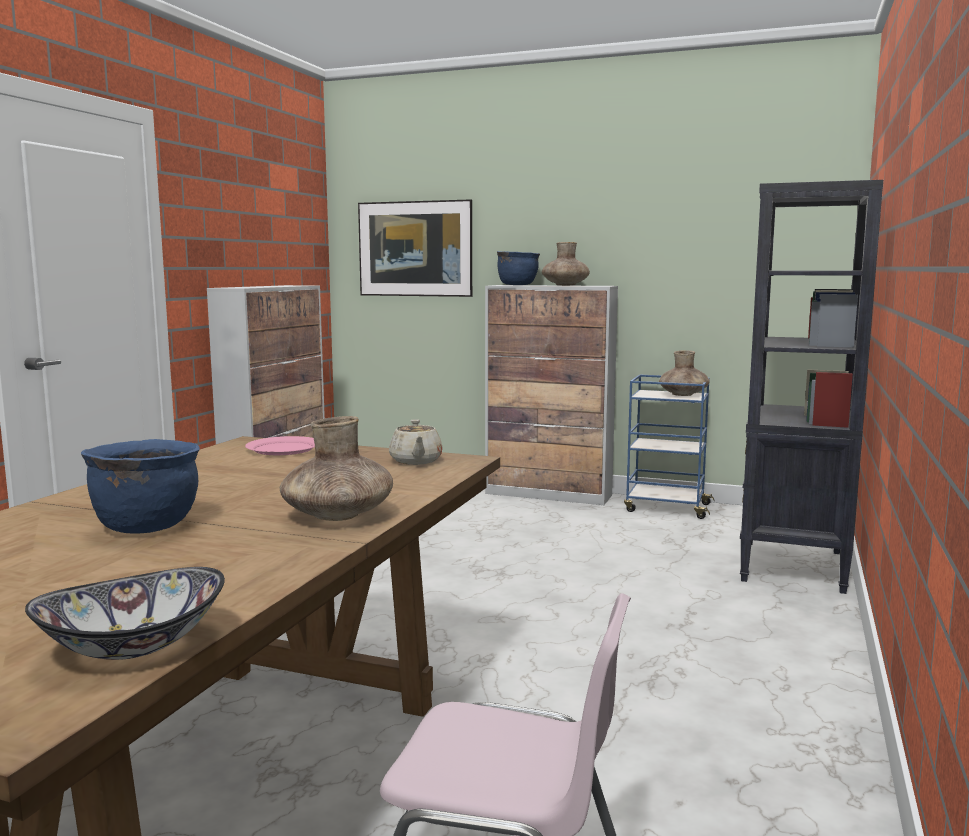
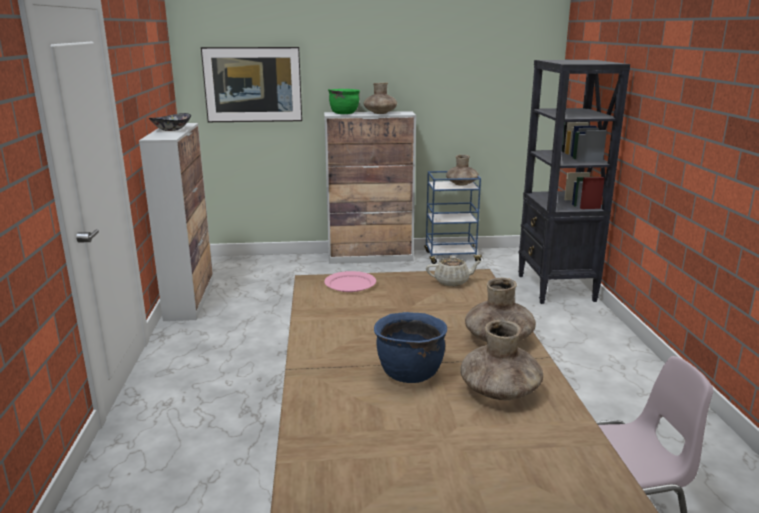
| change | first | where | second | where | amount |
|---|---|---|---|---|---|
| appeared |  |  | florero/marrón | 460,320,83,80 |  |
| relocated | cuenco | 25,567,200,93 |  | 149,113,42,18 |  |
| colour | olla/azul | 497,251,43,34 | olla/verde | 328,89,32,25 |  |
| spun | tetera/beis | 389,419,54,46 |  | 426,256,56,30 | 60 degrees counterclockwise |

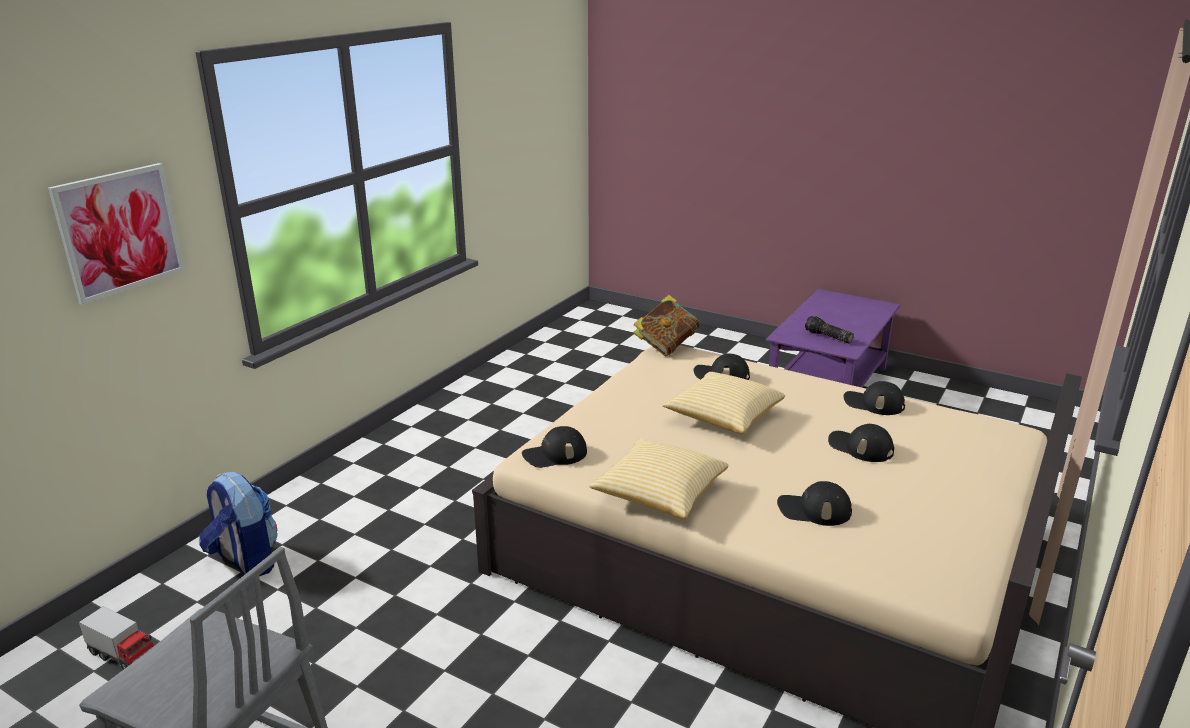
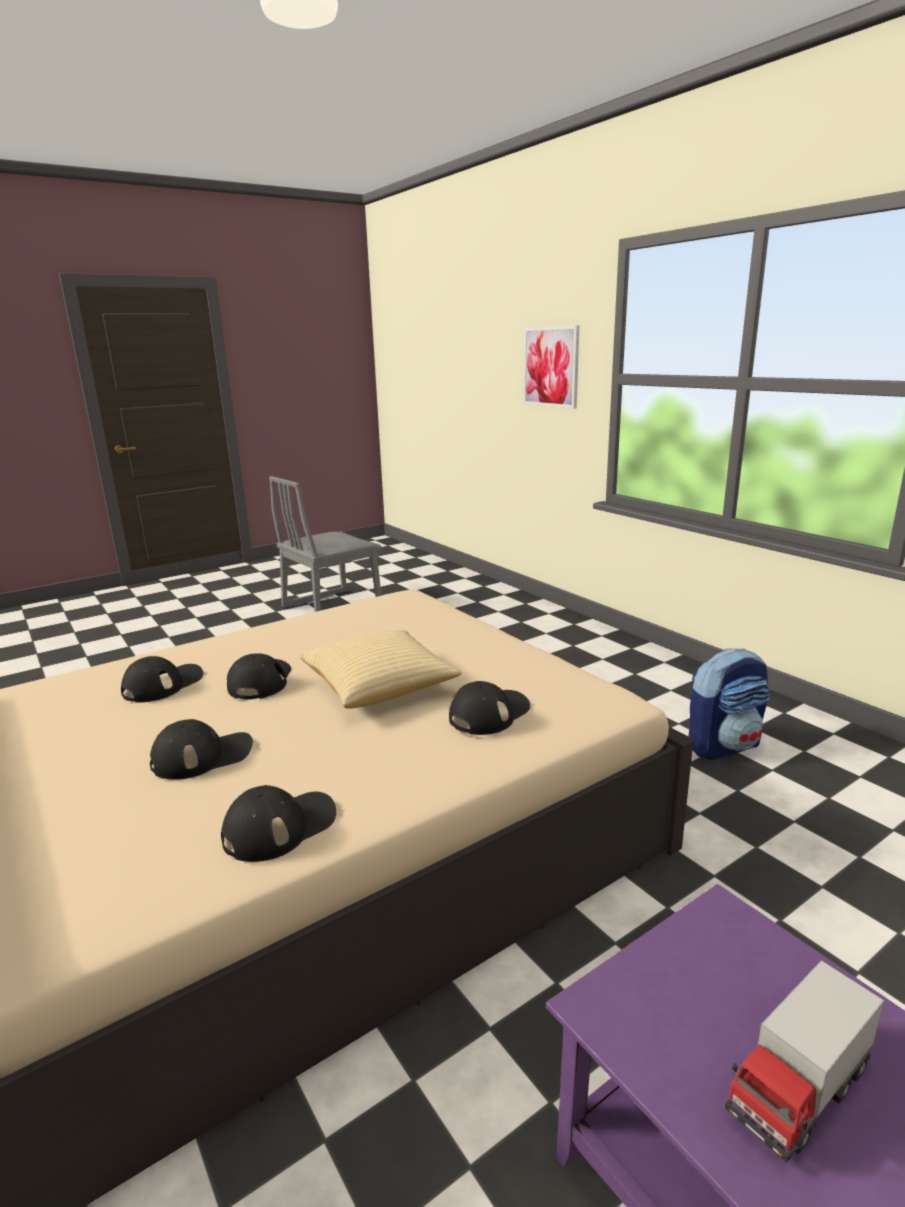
| change | first | where | second | where | amount |
|---|---|---|---|---|---|
| missing | cojín | 589,438,139,81 |  |  |  |
| missing | libro | 633,295,67,61 |  |  |  |
| missing | linterna | 805,316,49,27 |  |  |  |
| relocated | camión de juguete | 79,606,75,63 |  | 725,960,159,203 |  |
| relocated | mochila | 199,472,79,104 |  | 688,648,82,112 |  |
| relocated | gorra/negro | 522,426,65,42 |  | 227,653,64,47 |  |

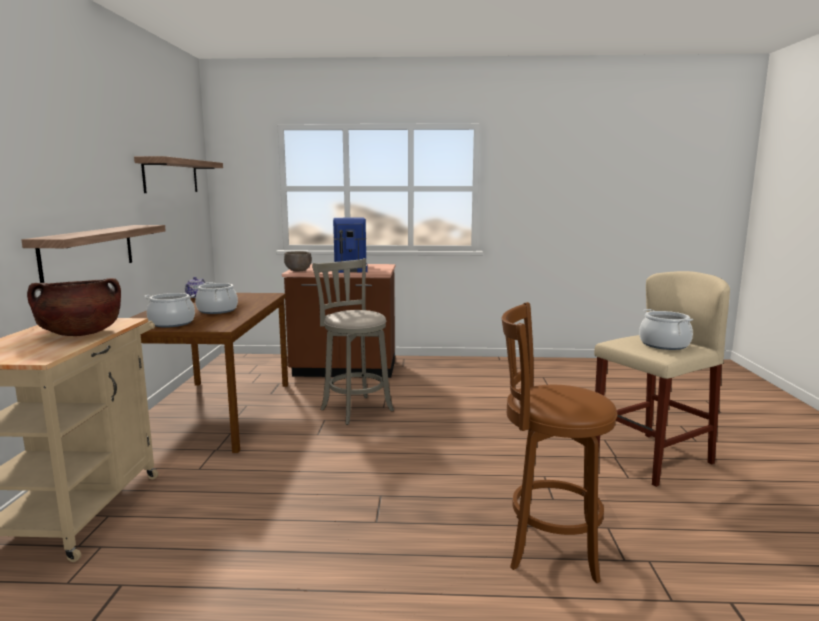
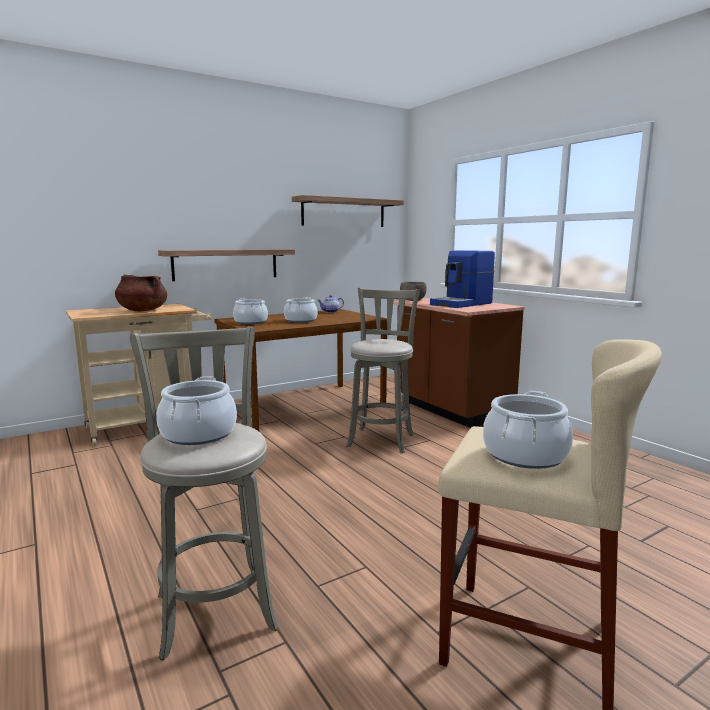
| change | first | where | second | where | amount |
|---|---|---|---|---|---|
| appeared |  |  | olla | 156,376,81,69 |  |
| colour | taburete/marrón | 502,302,115,281 | taburete/gris | 130,326,149,334 |  |

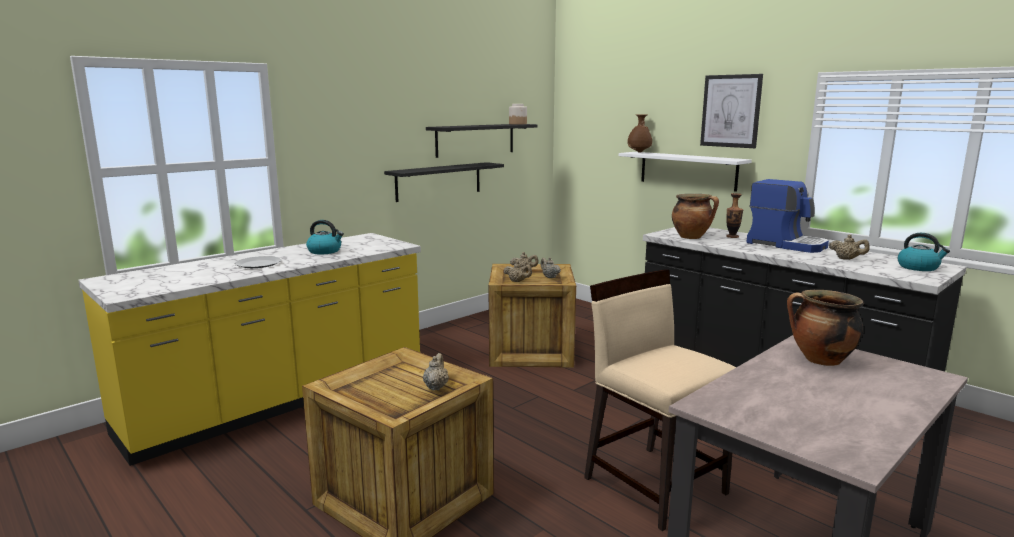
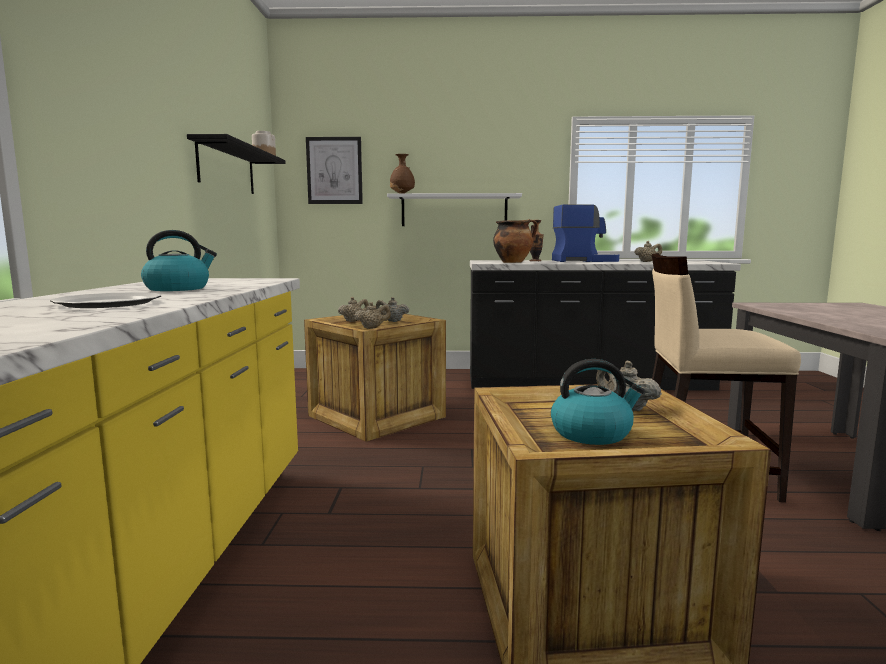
| change | first | where | second | where | amount |
|---|---|---|---|---|---|
| missing | estante/negro | 384,162,120,40 |  |  |  |
| missing | olla | 787,290,77,76 |  |  |  |
| relocated | cuadro | 700,74,63,74 |  | 306,137,57,67 |  |
| relocated | hervidor | 898,233,52,38 |  | 551,359,94,86 |  |

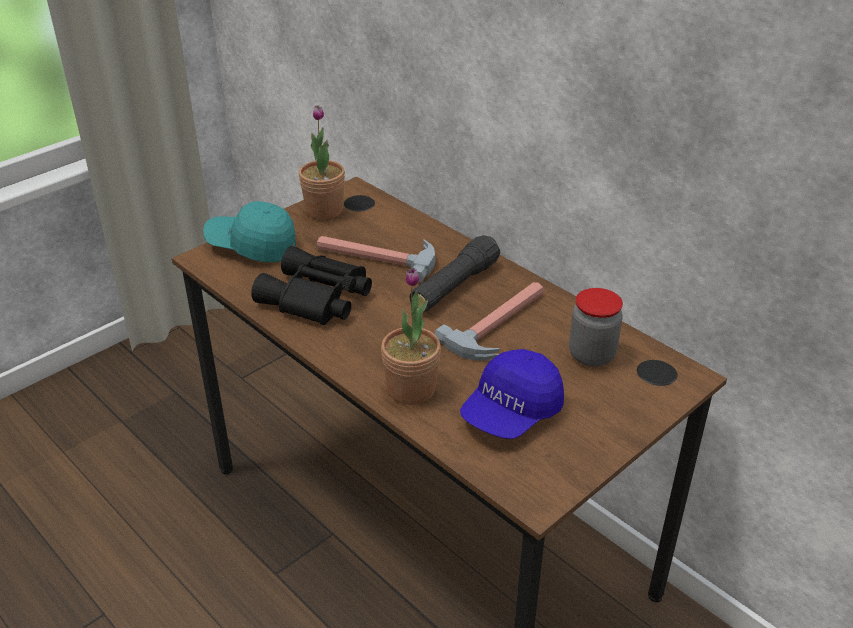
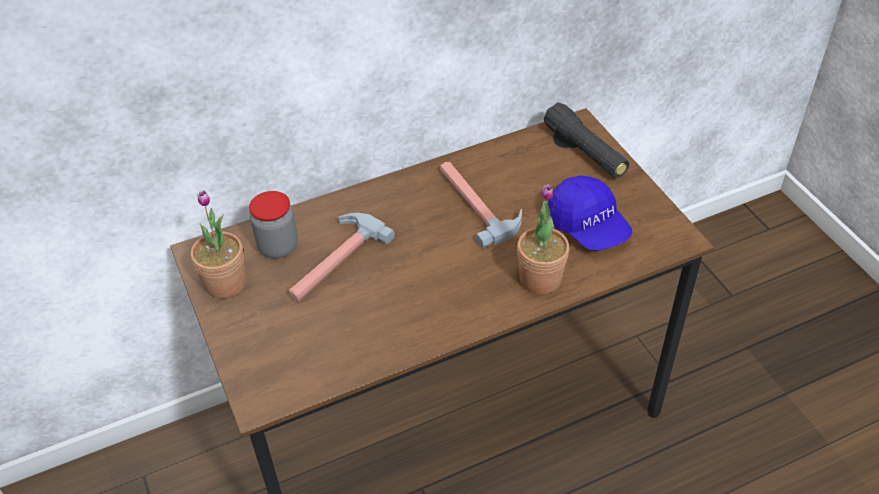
| change | first | where | second | where | amount |
|---|---|---|---|---|---|
| missing | gorra/turquesa | 203,201,93,61 |  |  |  |
| missing | prismáticos/negro | 251,246,121,79 |  |  |  |
| relocated | linterna/negro | 409,235,91,77 |  | 544,103,85,75 |  |
| relocated | tarro | 569,288,54,79 |  | 249,191,49,67 |  |

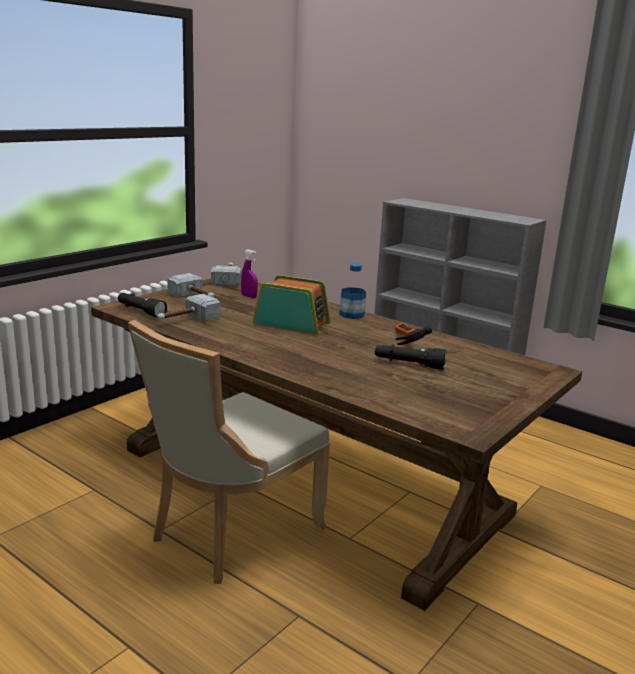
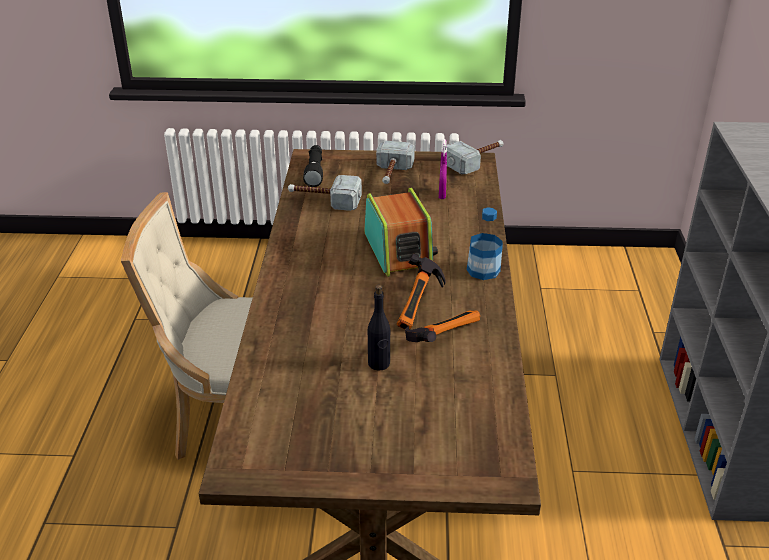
| change | first | where | second | where | amount |
|---|---|---|---|---|---|
| appeared |  |  | martillo | 397,253,49,76 |  |
| exchanged | linterna/negro | 375,344,71,26 | botella/negro | 368,285,22,85 |  |

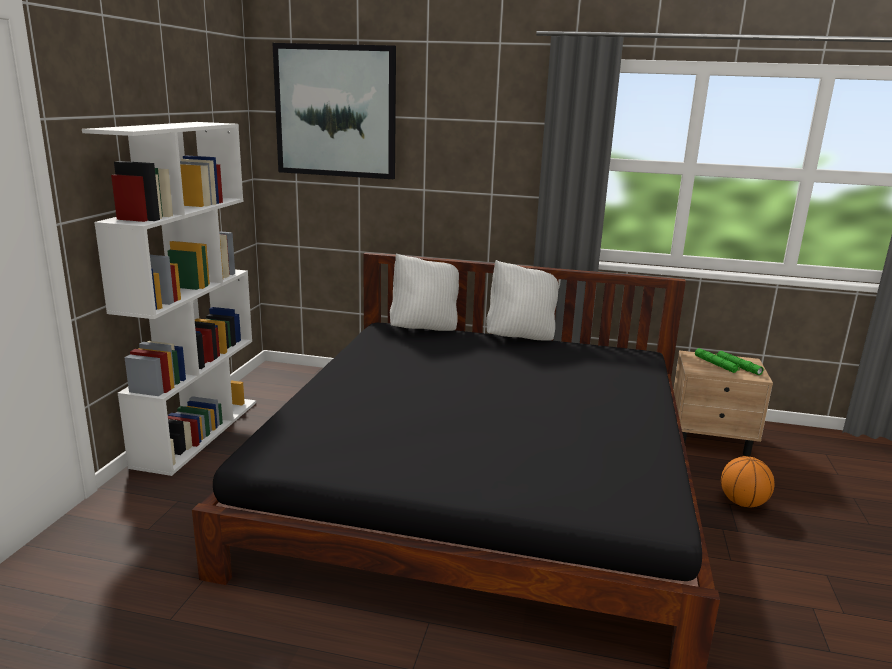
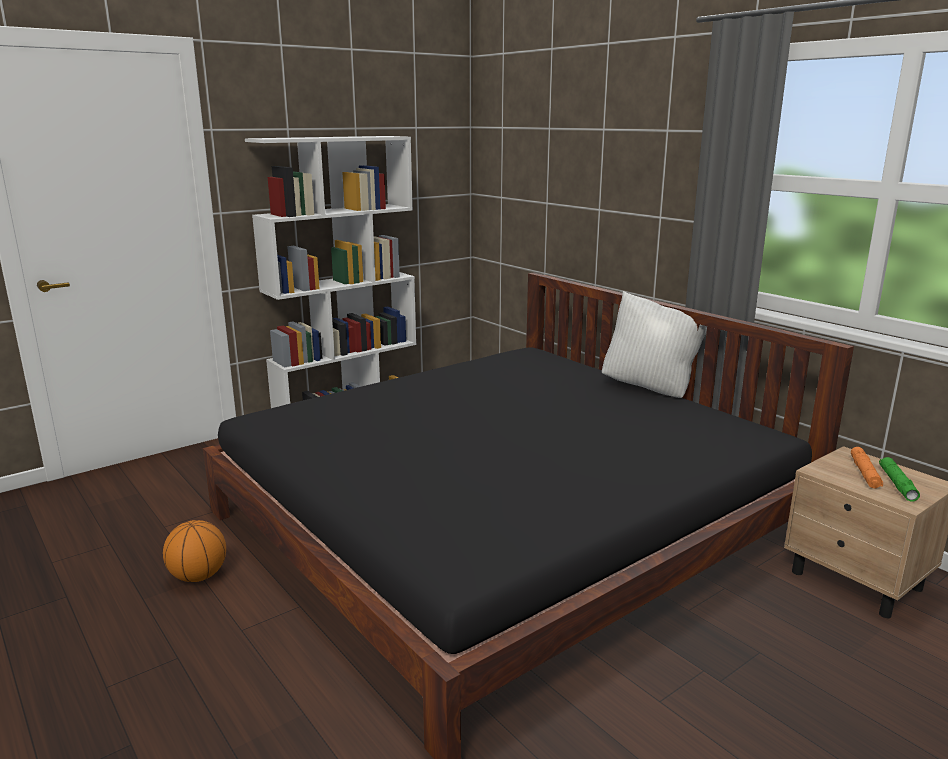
| change | first | where | second | where | amount |
|---|---|---|---|---|---|
| missing | cuadro | 272,43,124,136 |  |  |  |
| missing | cojín/blanco | 390,253,69,78 |  |  |  |
| relocated | balón de baloncesto | 721,456,54,51 |  | 163,520,63,62 |  |
| colour | linterna/verde | 695,348,45,25 | linterna/naranja | 851,447,32,41 |  |

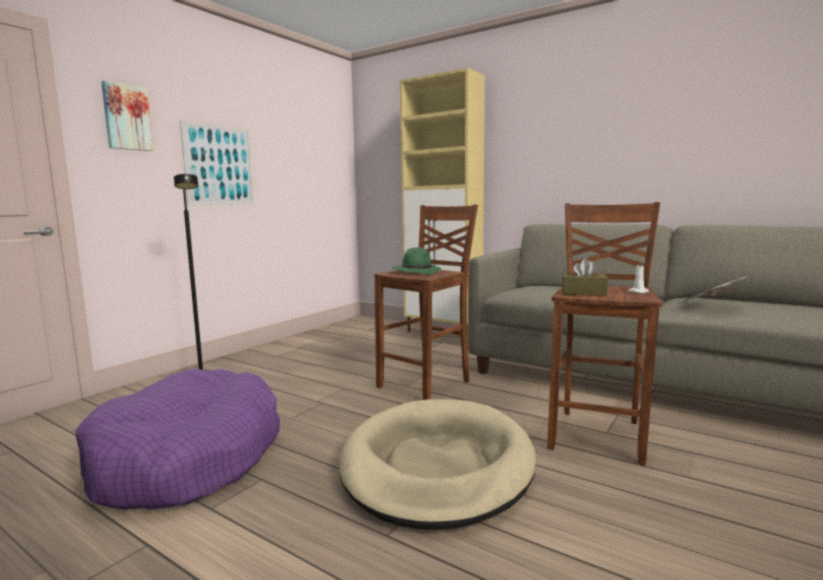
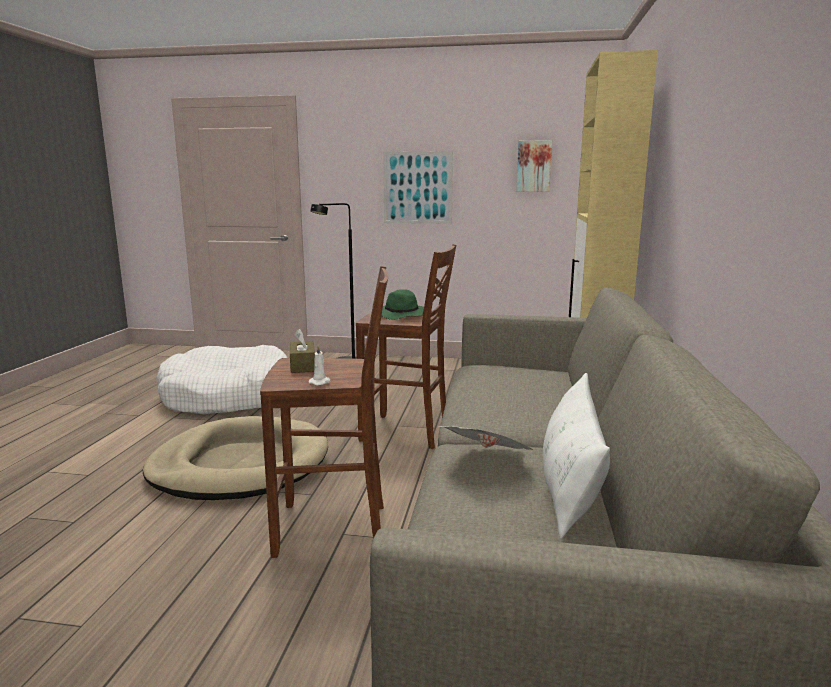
| change | first | where | second | where | amount |
|---|---|---|---|---|---|
| appeared |  |  | cojín/blanco | 543,373,67,166 |  |
| relocated | cuadro | 101,80,52,71 |  | 516,140,36,52 |  |
| colour | cama para perro/morado | 75,368,205,142 | cama para perro/blanco | 156,345,131,70 |  |

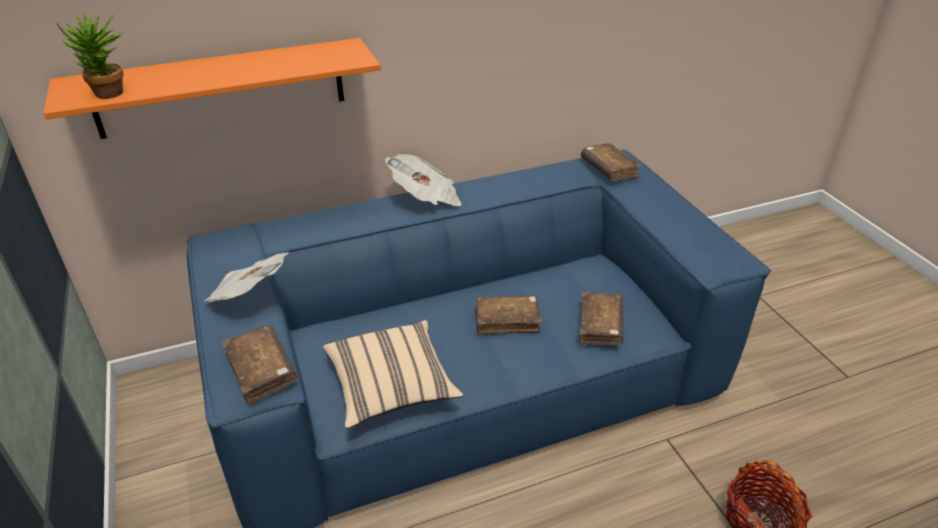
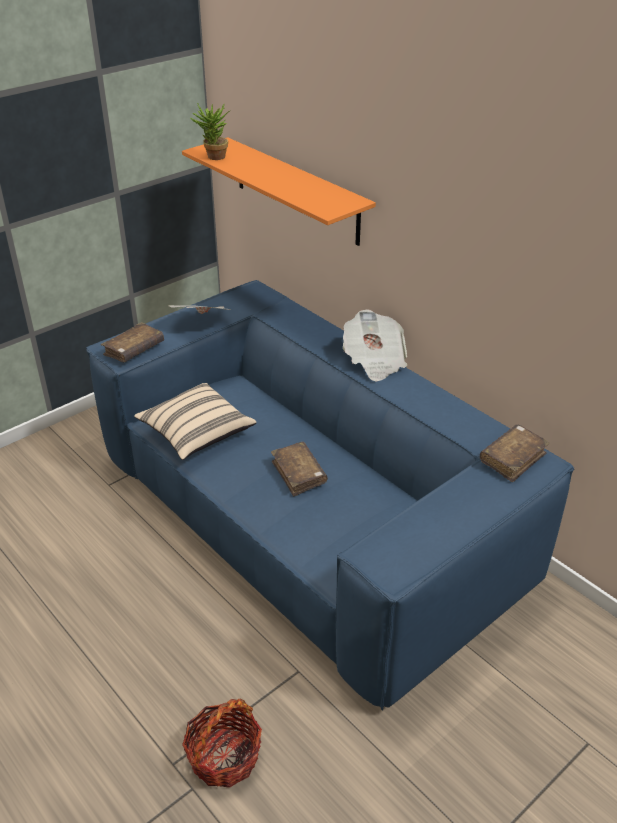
| change | first | where | second | where | amount |
|---|---|---|---|---|---|
| missing | libro/marrón | 579,292,45,53 |  |  |  |

